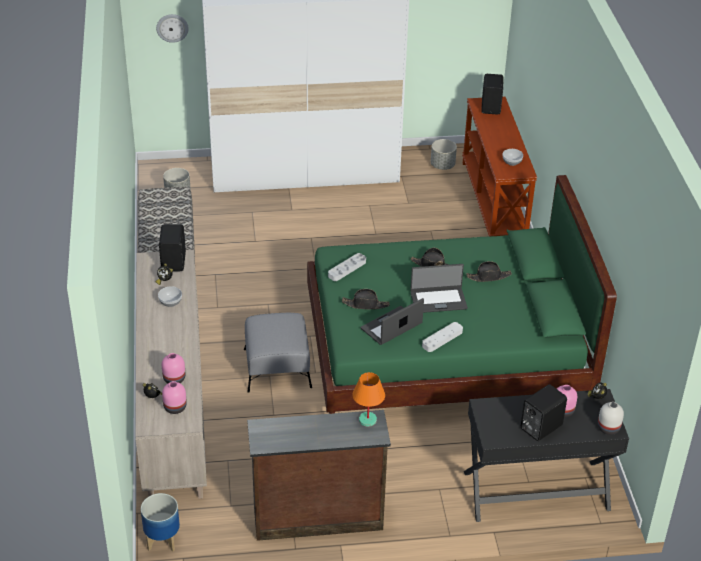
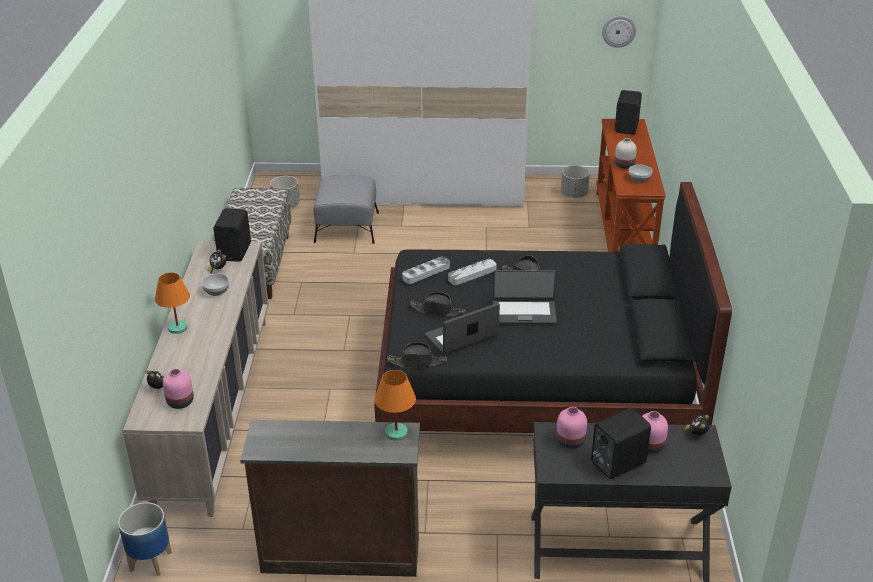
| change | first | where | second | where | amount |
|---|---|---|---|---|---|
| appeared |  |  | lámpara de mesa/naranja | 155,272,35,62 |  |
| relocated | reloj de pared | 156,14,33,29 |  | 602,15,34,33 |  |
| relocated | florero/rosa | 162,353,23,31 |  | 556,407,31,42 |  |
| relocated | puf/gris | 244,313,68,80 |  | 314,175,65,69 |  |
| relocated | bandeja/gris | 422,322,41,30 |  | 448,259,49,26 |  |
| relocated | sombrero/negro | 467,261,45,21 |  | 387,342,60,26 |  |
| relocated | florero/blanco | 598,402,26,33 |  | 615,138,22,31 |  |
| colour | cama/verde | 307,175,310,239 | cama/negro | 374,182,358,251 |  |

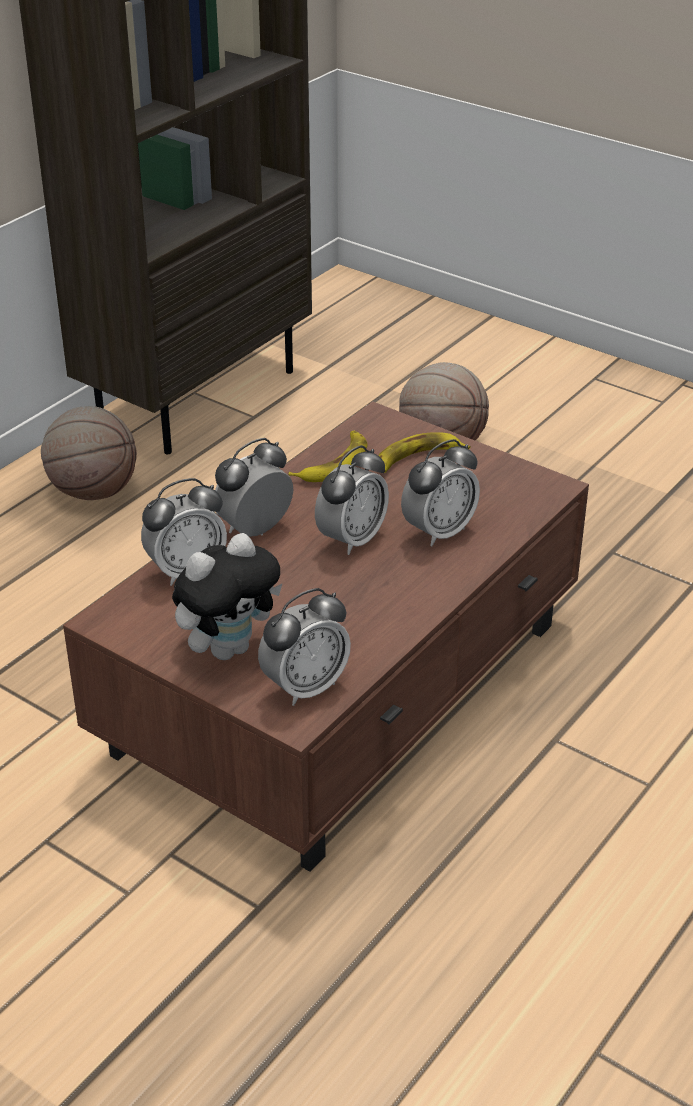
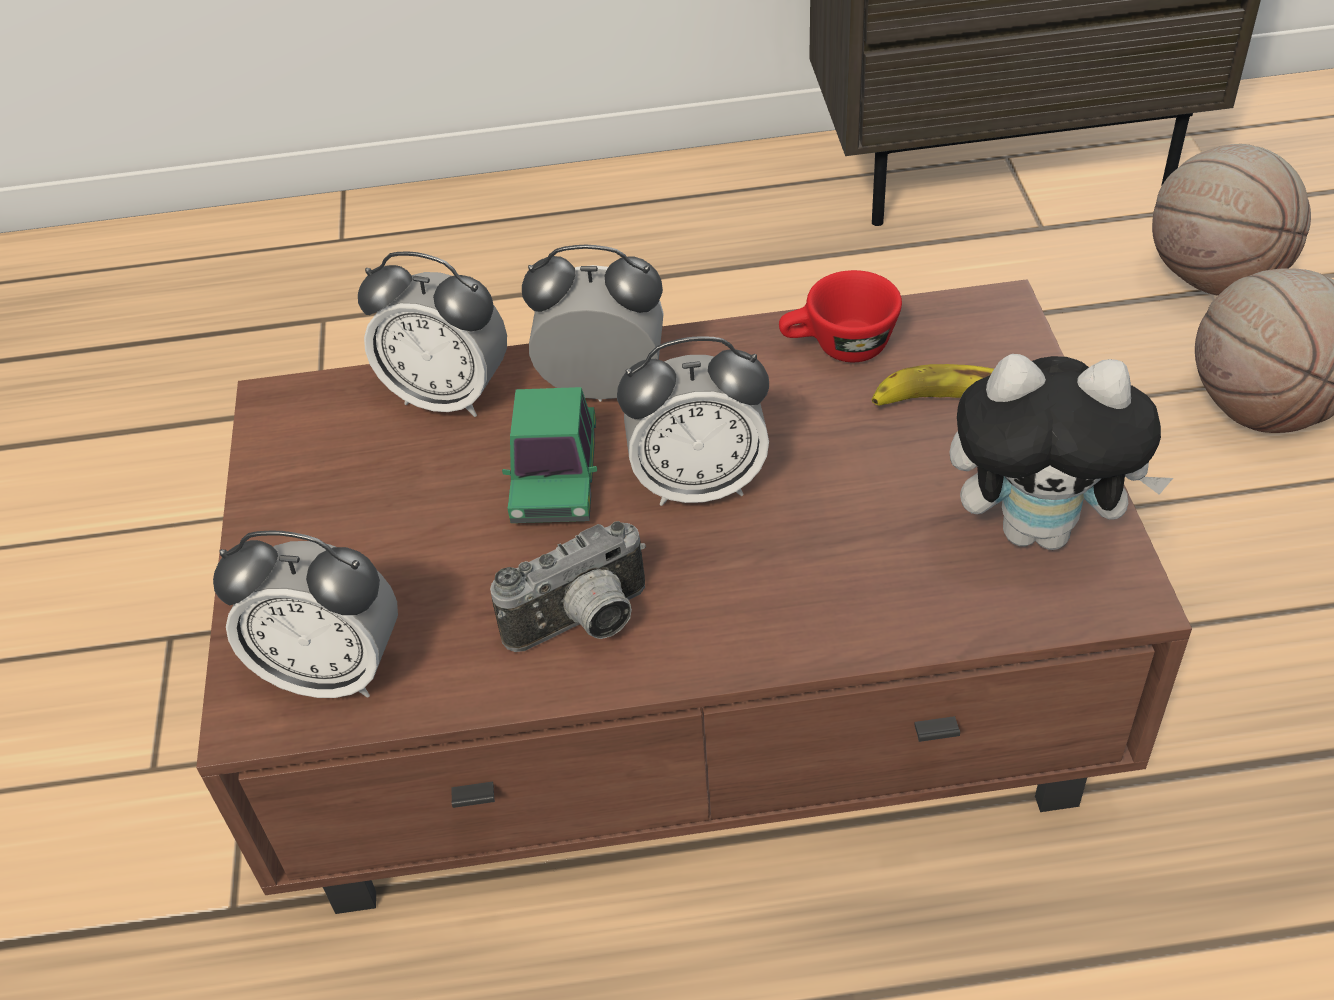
| change | first | where | second | where | amount |
|---|---|---|---|---|---|
| missing | despertador | 401,439,79,107 |  |  |  |
| appeared |  |  | cámara | 490,521,156,131 |  |
| appeared |  |  | coche de juguete | 502,387,95,136 |  |
| relocated | balón de baloncesto | 41,406,96,94 |  | 1152,144,159,152 |  |
| relocated | peluche | 172,533,110,127 |  | 949,354,224,196 |  |
| exchanged | plátano | 288,431,80,51 | taza/rojo | 779,270,123,92 |  |

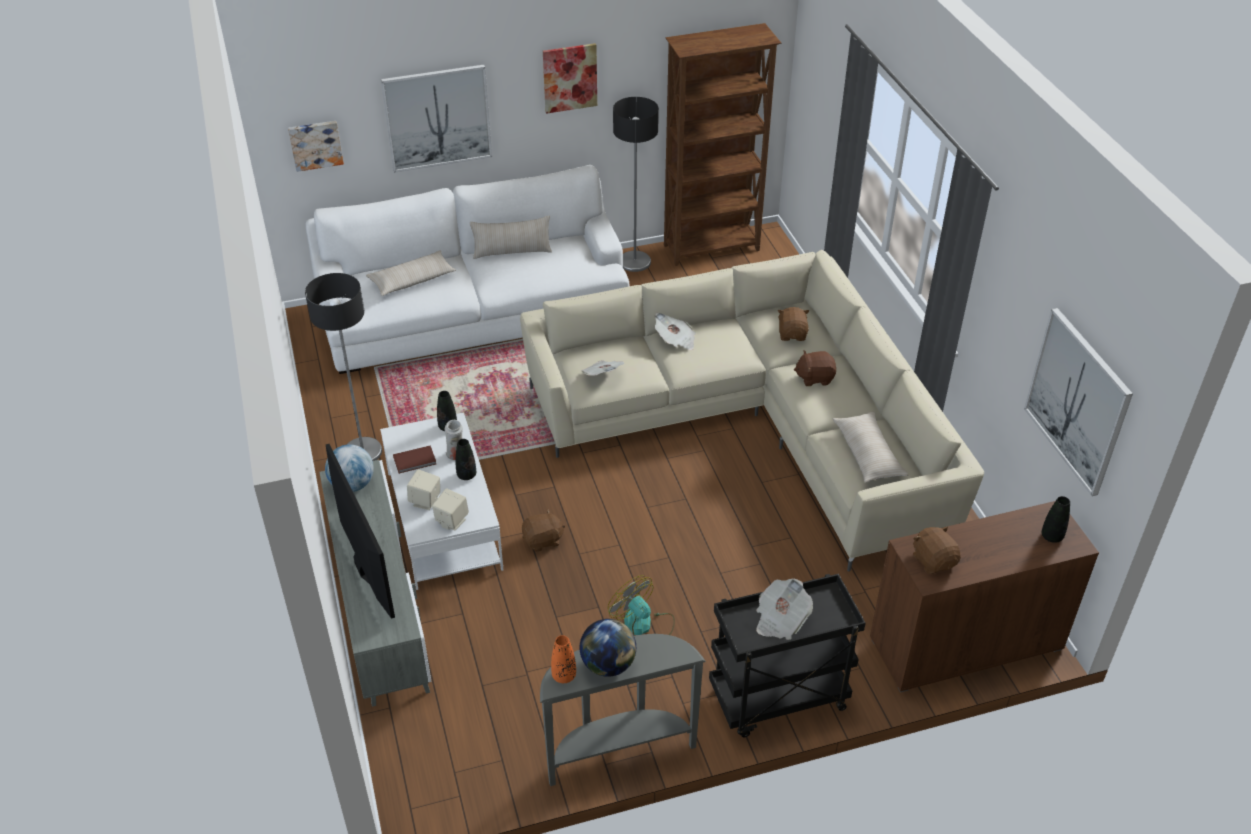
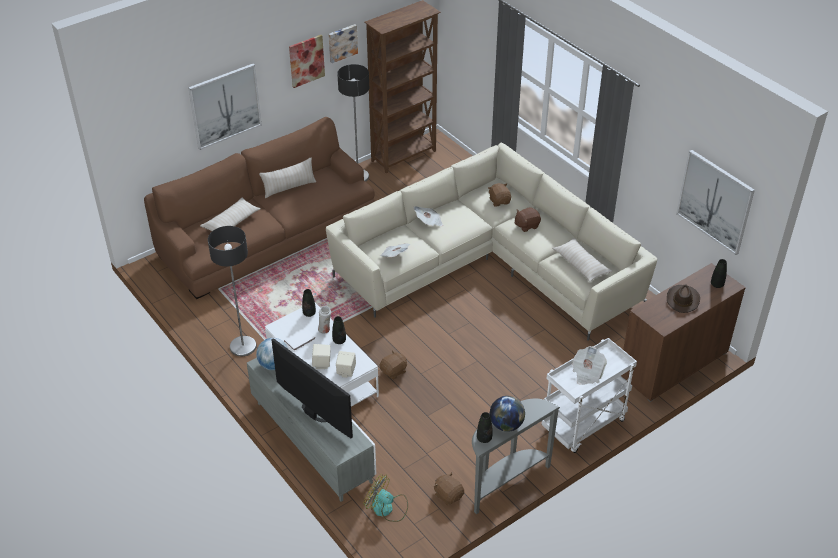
| change | first | where | second | where | amount |
|---|---|---|---|---|---|
| appeared |  |  | sombrero/marrón | 667,285,33,28 |  |
| relocated | cuadro | 288,121,56,51 |  | 328,24,30,39 |  |
| relocated | ventilador | 608,575,67,61 |  | 364,474,44,48 |  |
| relocated | peluche/marrón | 913,526,48,48 |  | 434,472,30,33 |  |
| colour | sofá/blanco | 306,165,323,209 | sofá/marrón | 144,117,231,182 |  |
| colour | libro/marrón | 393,445,43,29 | libro/blanco | 284,328,31,23 |  |
| colour | florero/naranja | 551,635,25,48 | florero/negro | 477,412,16,31 |  |
| colour | carrito/negro | 709,574,157,163 | carrito/blanco | 541,338,96,115 |  |

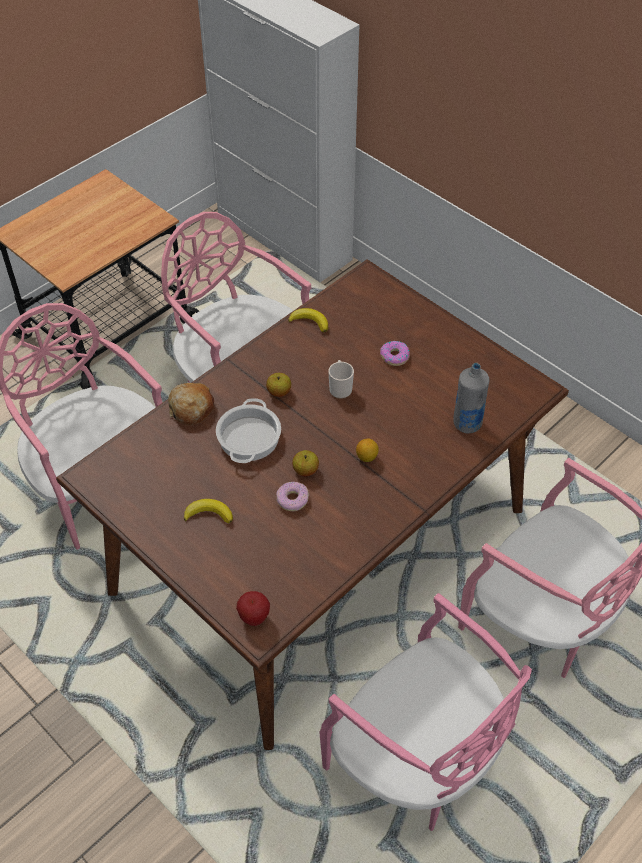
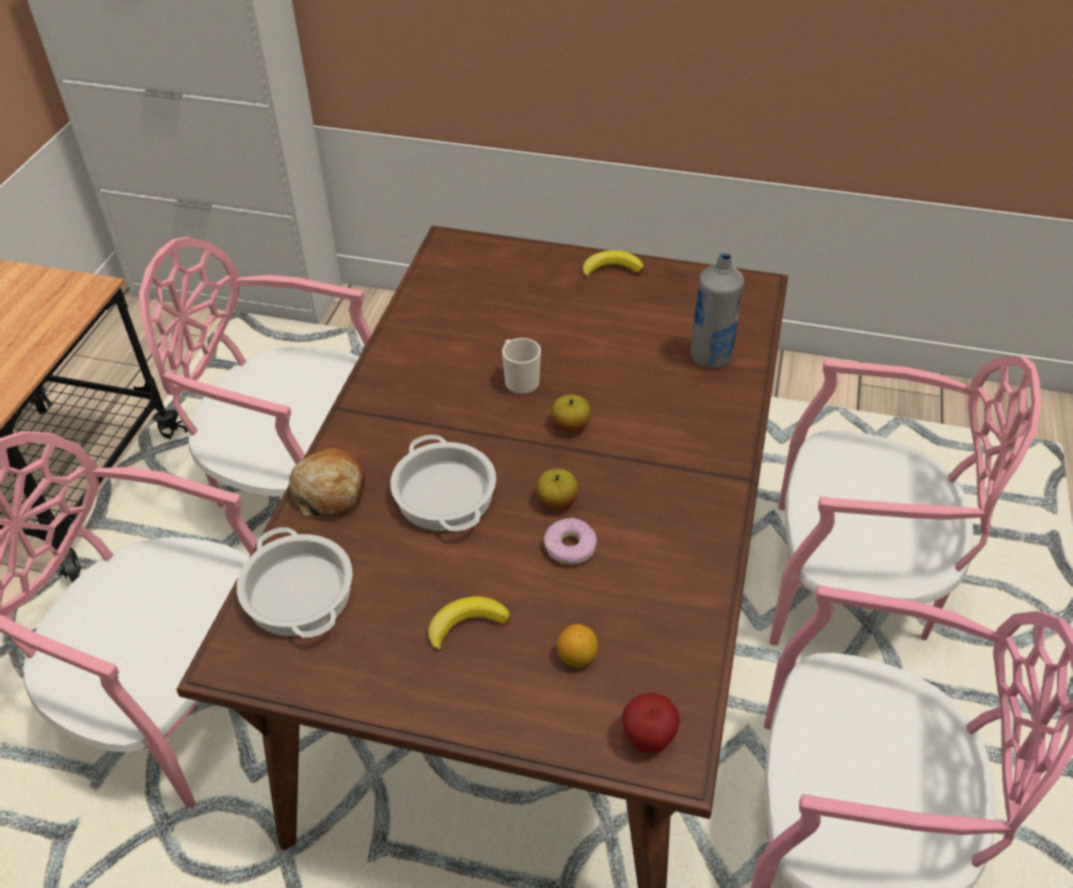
| change | first | where | second | where | amount |
|---|---|---|---|---|---|
| missing | rosquilla | 380,341,30,25 |  |  |  |
| appeared |  |  | olla | 237,527,116,111 |  |
| relocated | manzana | 266,373,25,24 |  | 552,394,39,38 |  |
| relocated | plátano | 288,308,40,25 |  | 583,250,61,29 |  |
| relocated | limón | 356,438,23,24 |  | 557,624,41,43 |  |

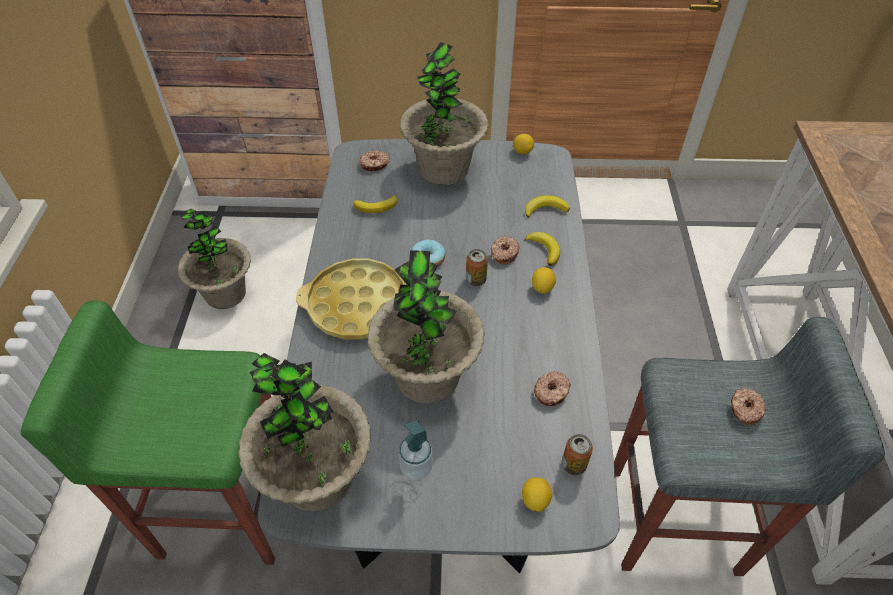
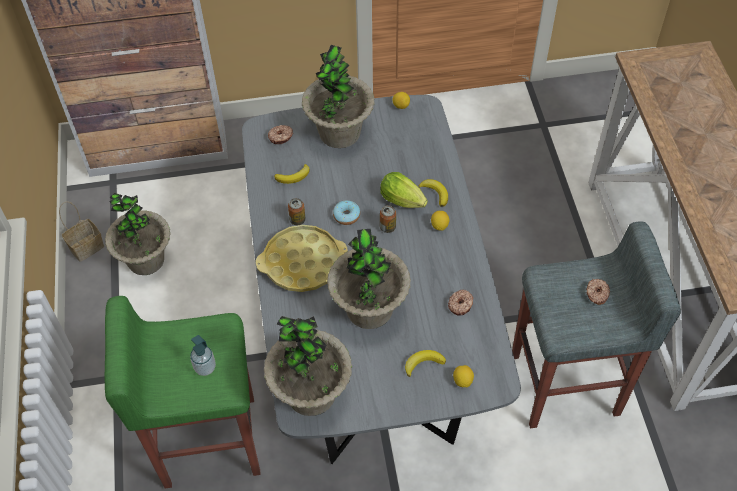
| change | first | where | second | where | amount |
|---|---|---|---|---|---|
| appeared |  |  | cesta | 59,201,45,61 |  |
| relocated | dispensador de jabón | 399,421,33,59 |  | 190,335,26,41 |  |
| relocated | plátano | 525,195,45,23 |  | 405,350,41,27 |  |
| relocated | lata | 562,434,31,41 |  | 288,198,18,27 |  |
| exchanged | rosquilla | 491,236,29,28 | lechuga | 380,172,48,36 |  |

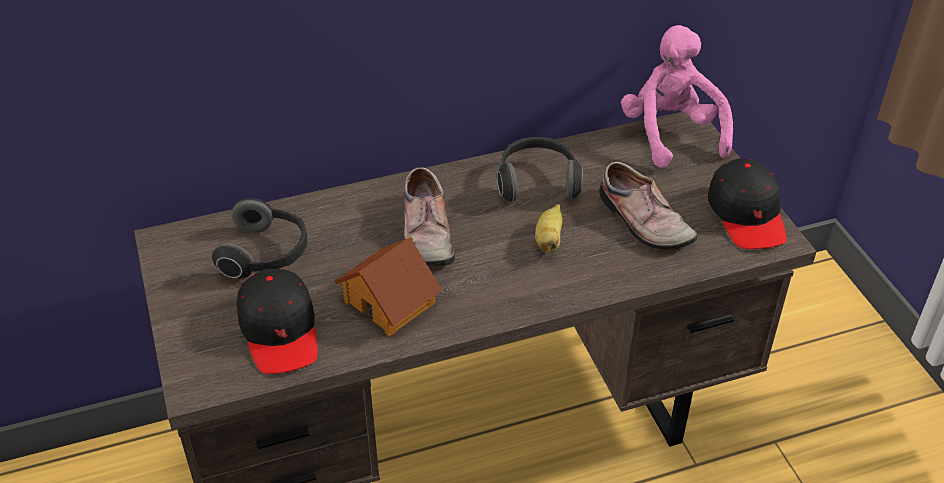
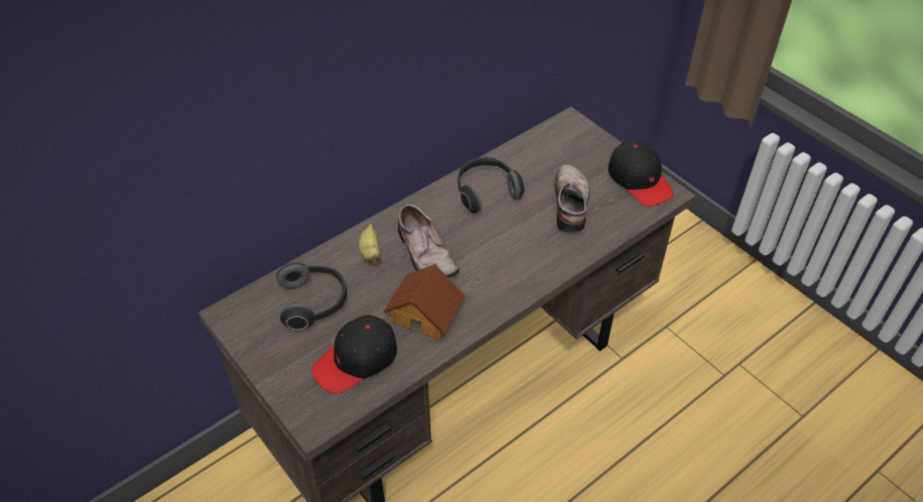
| change | first | where | second | where | amount |
|---|---|---|---|---|---|
| missing | peluche/rosa | 621,25,112,143 |  |  |  |
| relocated | plátano | 535,204,27,49 |  | 359,224,22,40 |  |
| spun | gorra/negro | 237,268,81,106 |  | 311,315,86,79 | 90 degrees clockwise |
| spun | zapato | 599,162,98,88 |  | 555,165,35,67 | 120 degrees counterclockwise |

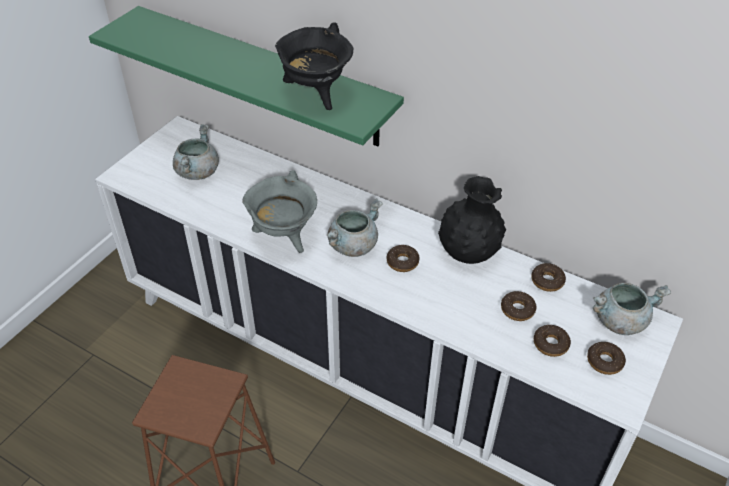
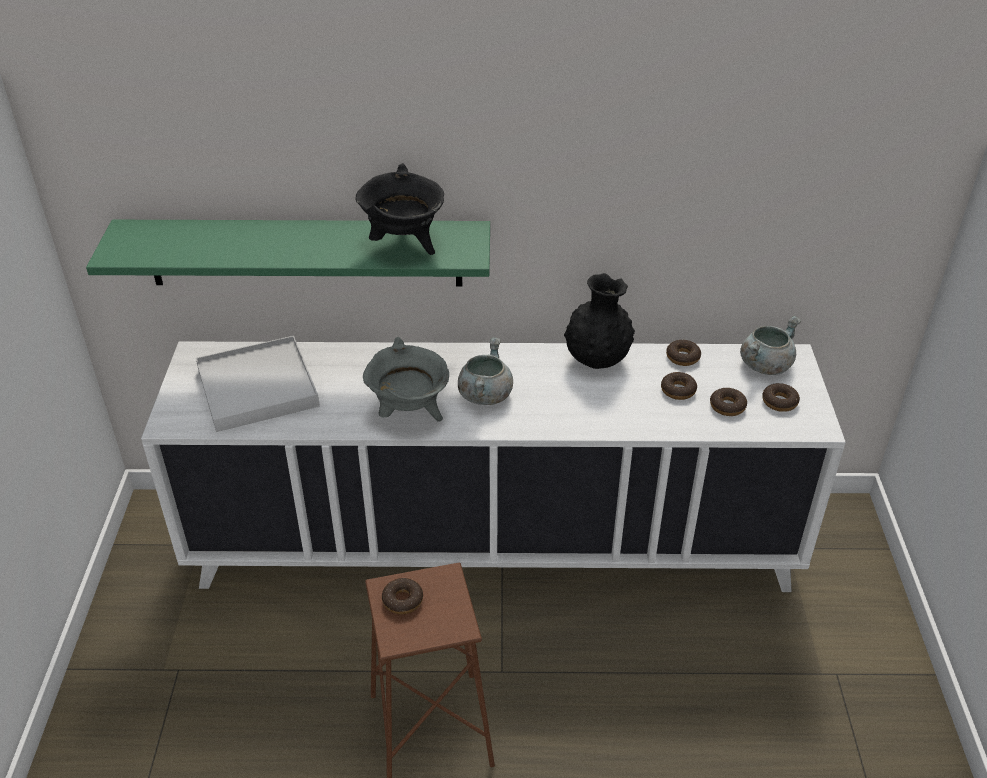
| change | first | where | second | where | amount |
|---|---|---|---|---|---|
| relocated | rosquilla | 387,245,32,27 |  | 382,578,41,36 |  |
| exchanged | olla/gris | 173,124,46,56 | bandeja/blanco | 196,336,124,96 |  |

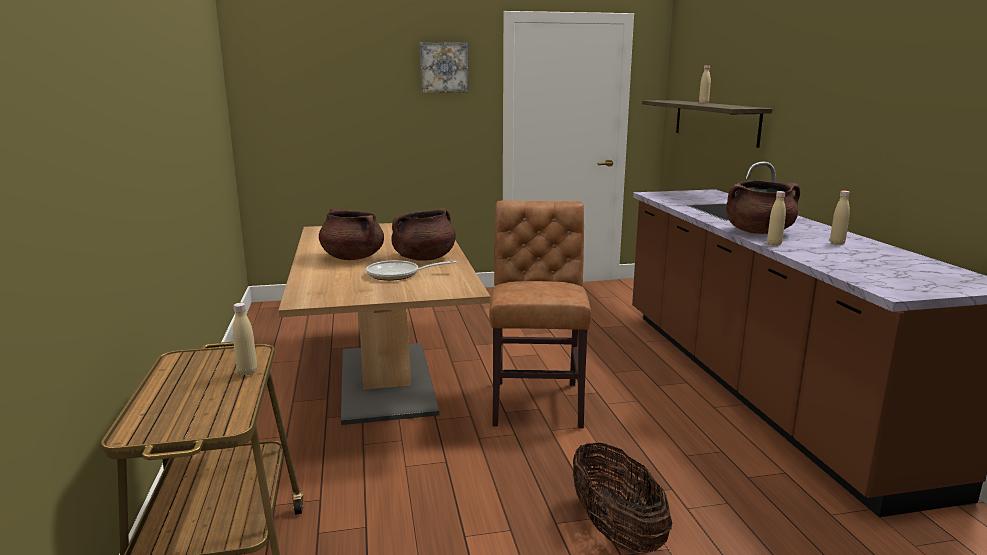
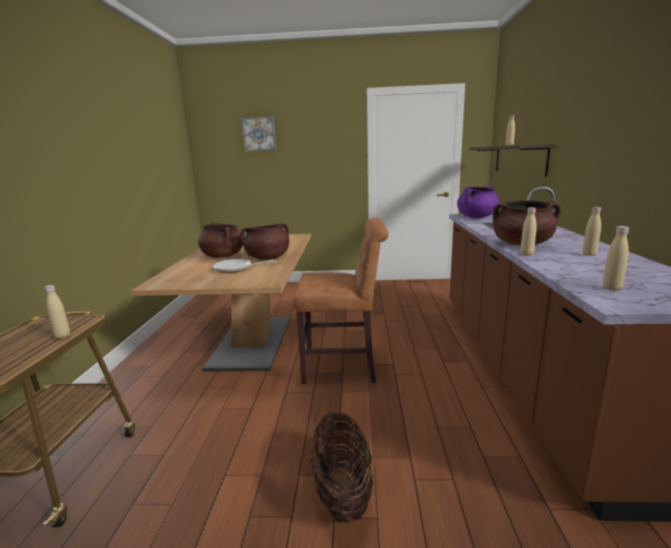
| change | first | where | second | where | amount |
|---|---|---|---|---|---|
| appeared |  |  | olla/morado | 457,186,42,32 |  |
| appeared |  |  | botella/beis | 602,226,27,65 |  |
| relocated | cuadro | 420,42,48,51 |  | 241,116,35,36 |  |
| spun | silla/marrón | 489,200,103,229 |  | 294,217,95,167 | 75 degrees clockwise |

